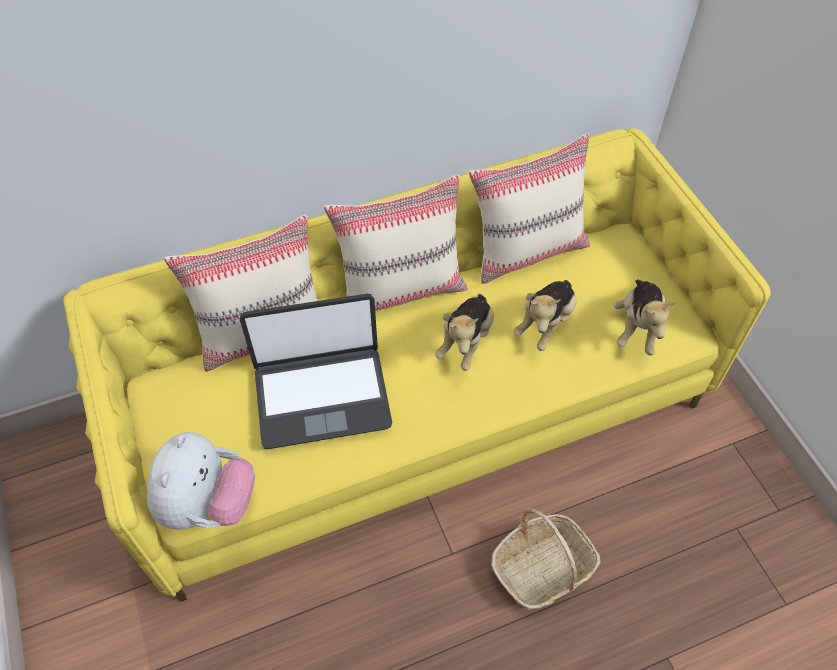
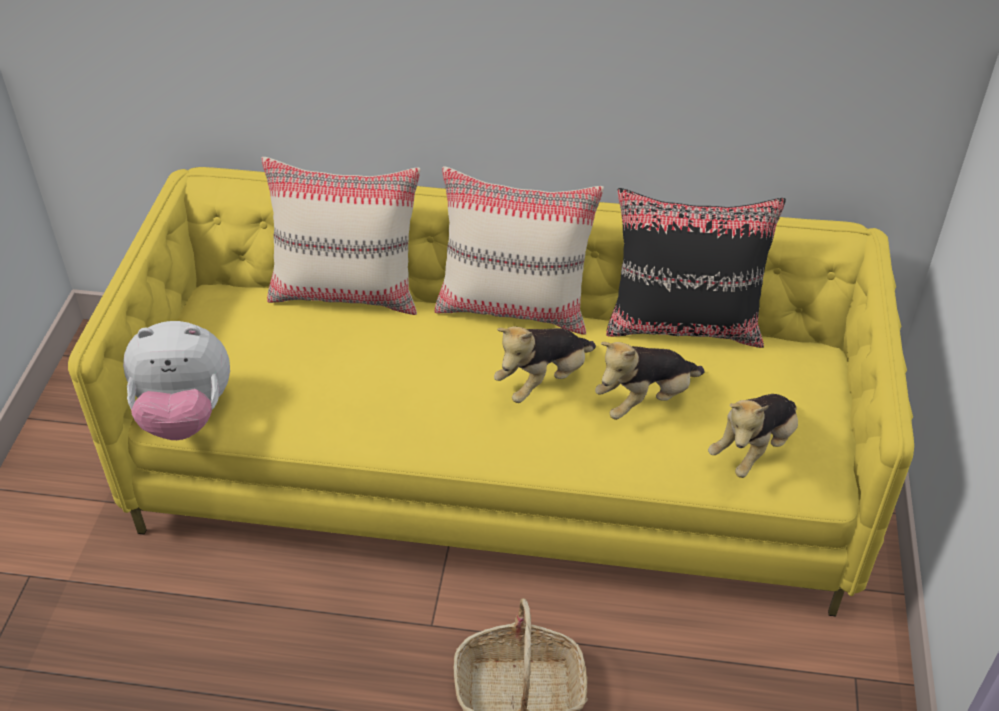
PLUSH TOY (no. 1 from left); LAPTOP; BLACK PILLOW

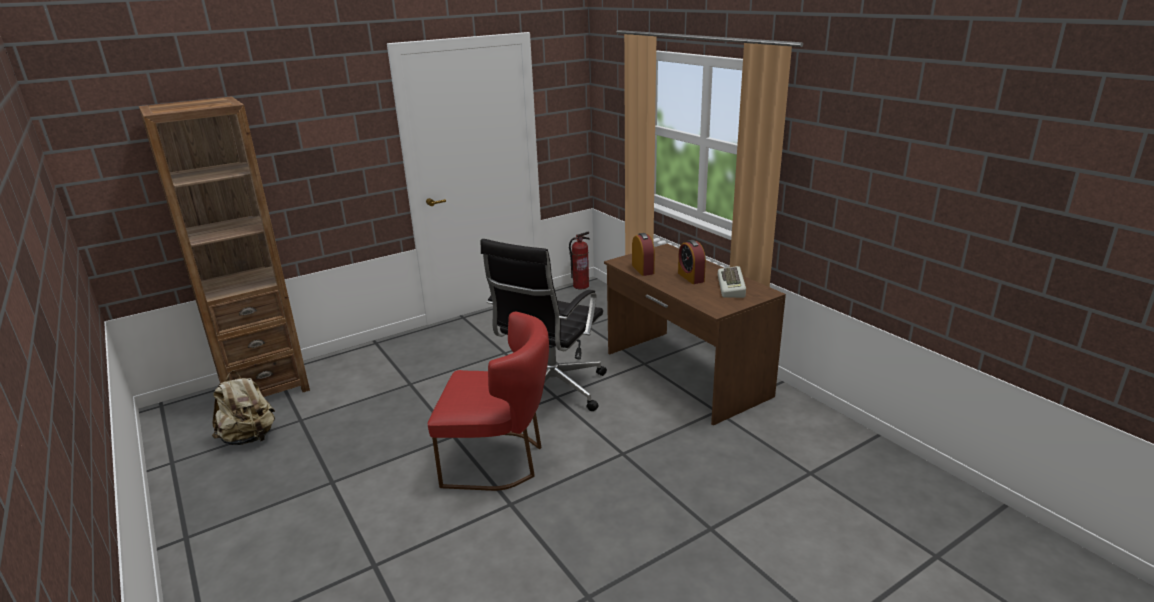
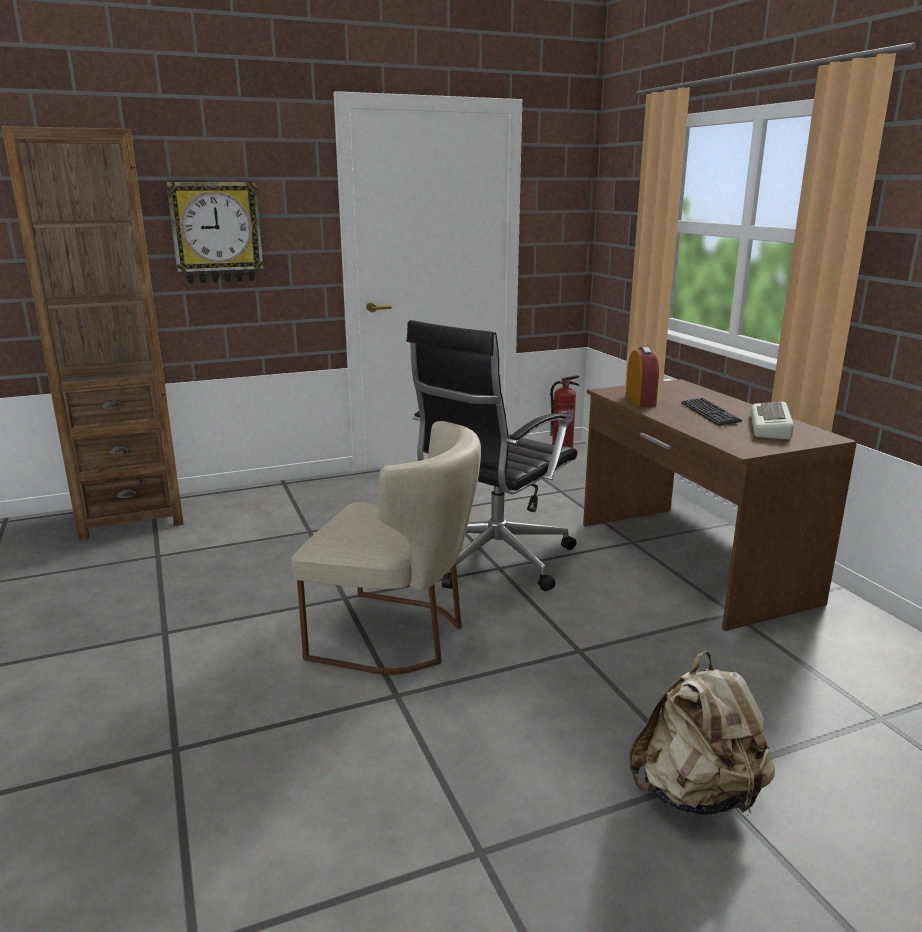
BEIGE BACKPACK; BEIGE CHAIR; KEYBOARD (no. 1 from left); WALL CLOCK

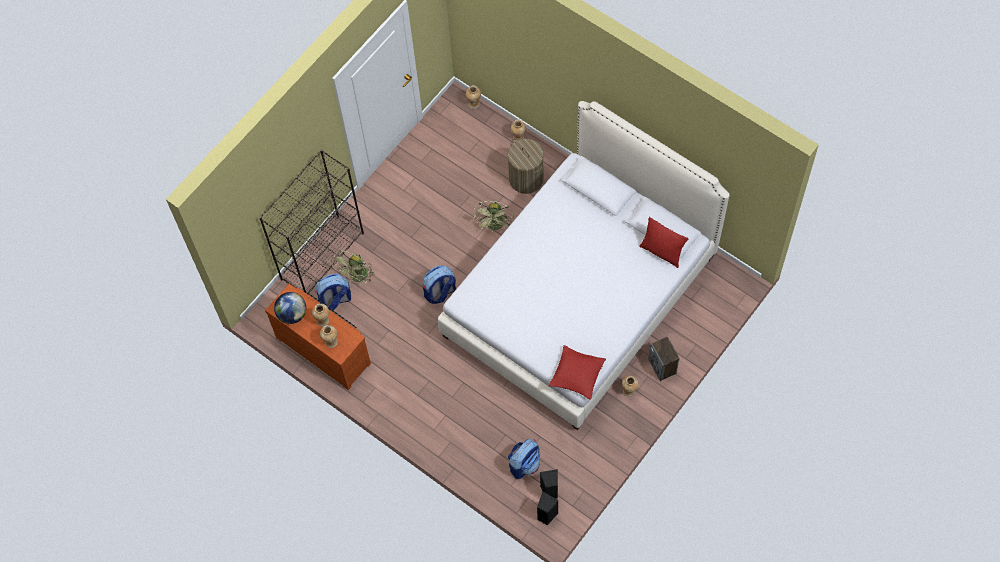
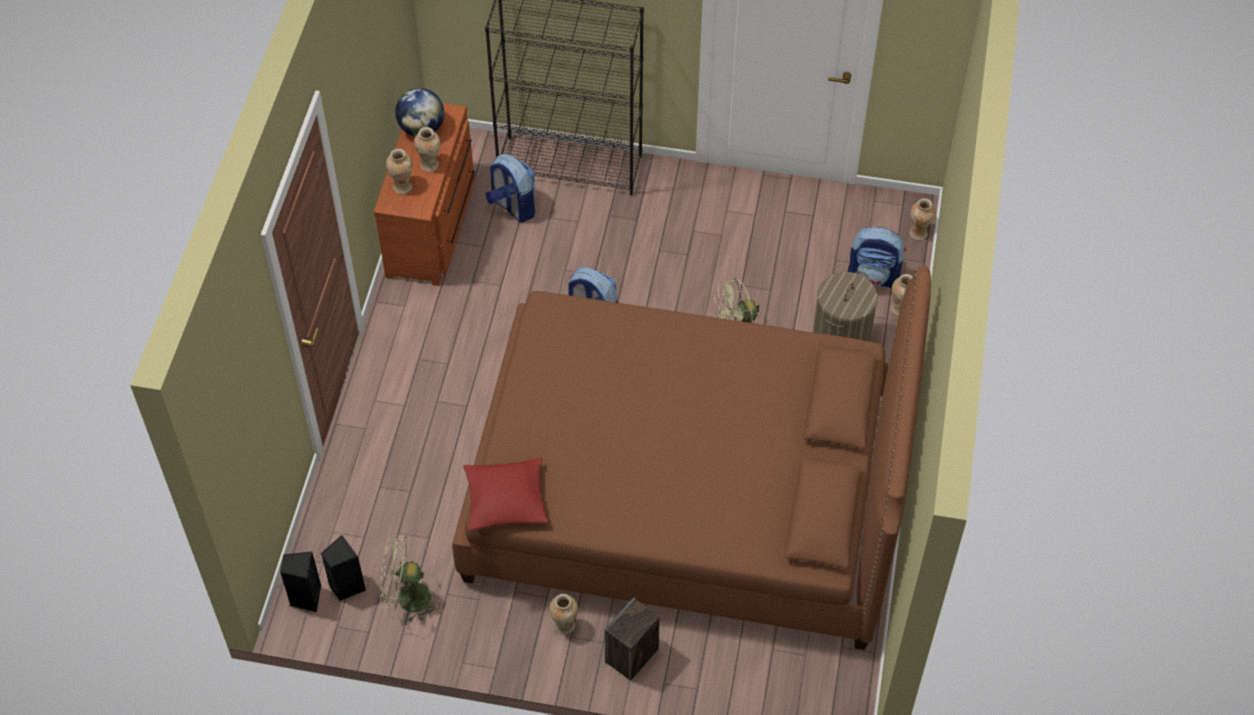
GREEN FAN (no. 1 from left); BROWN BED; BACKPACK (no. 3 from left); RED PILLOW (no. 2 from left in the first image)

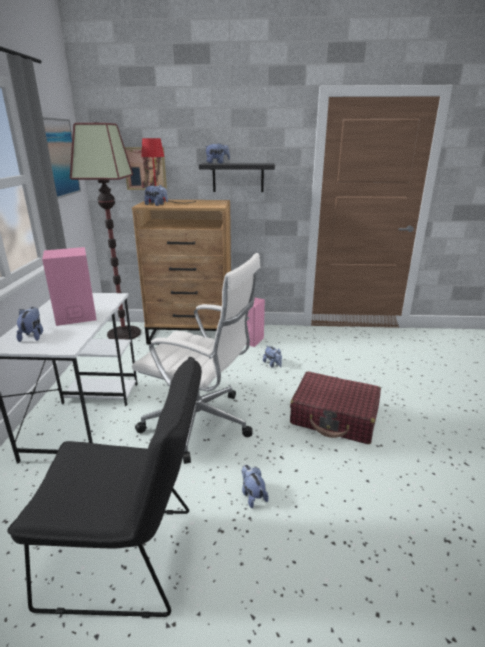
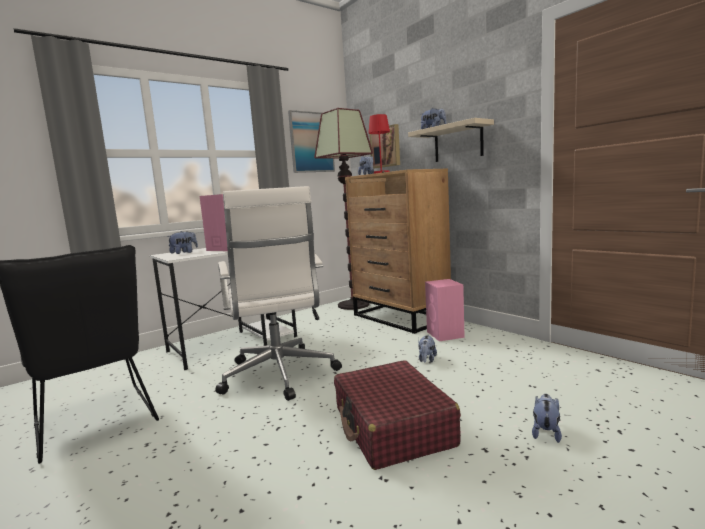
BEIGE SHELF; PLUSH TOY (no. 5 from left)

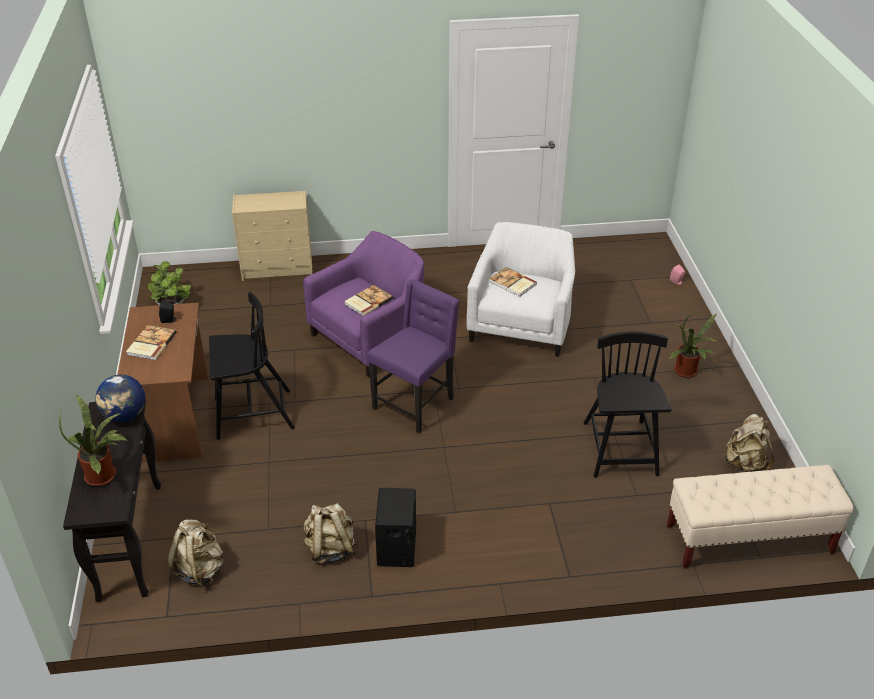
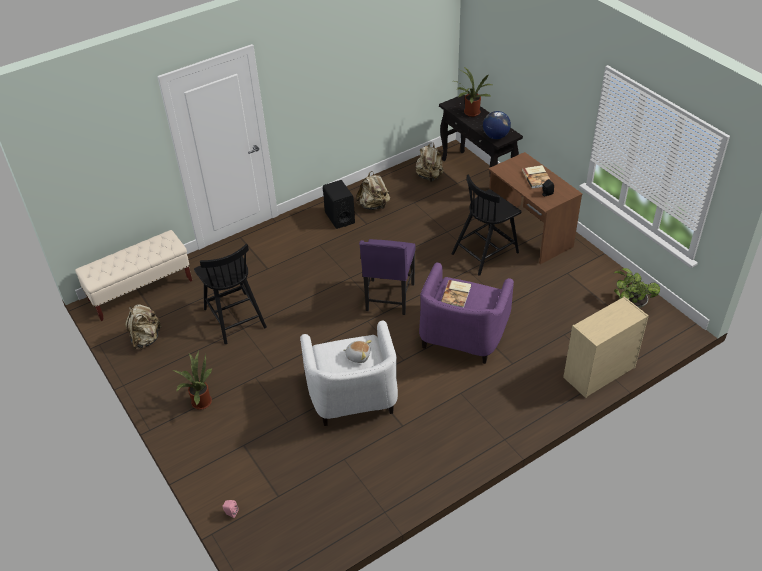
PLUSH TOY

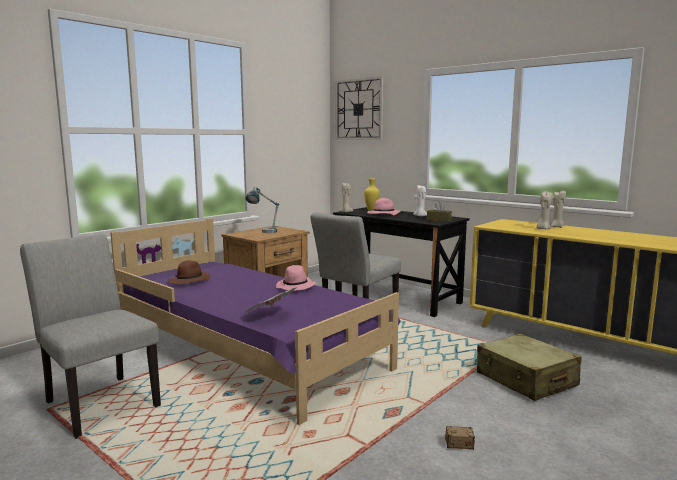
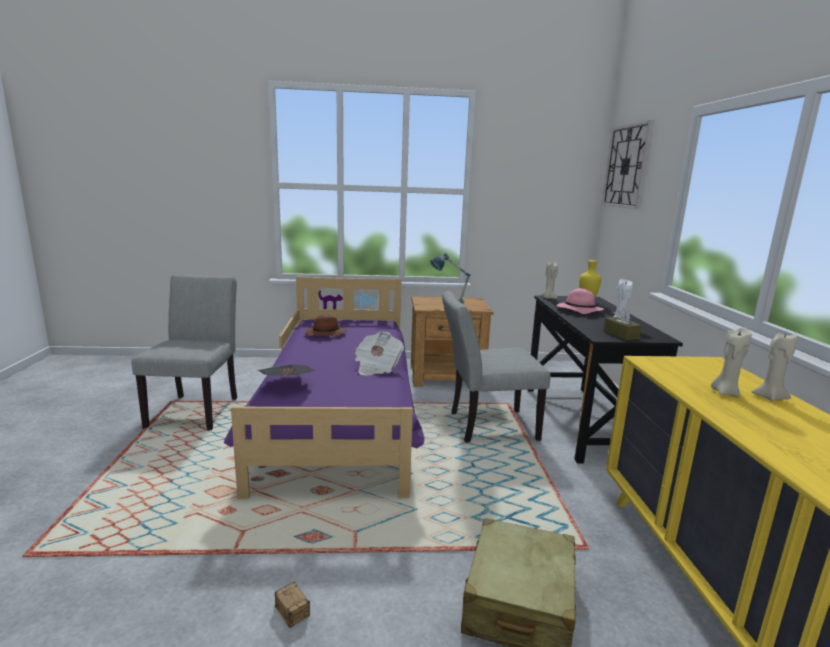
NEWSPAPER (no. 2 from left)

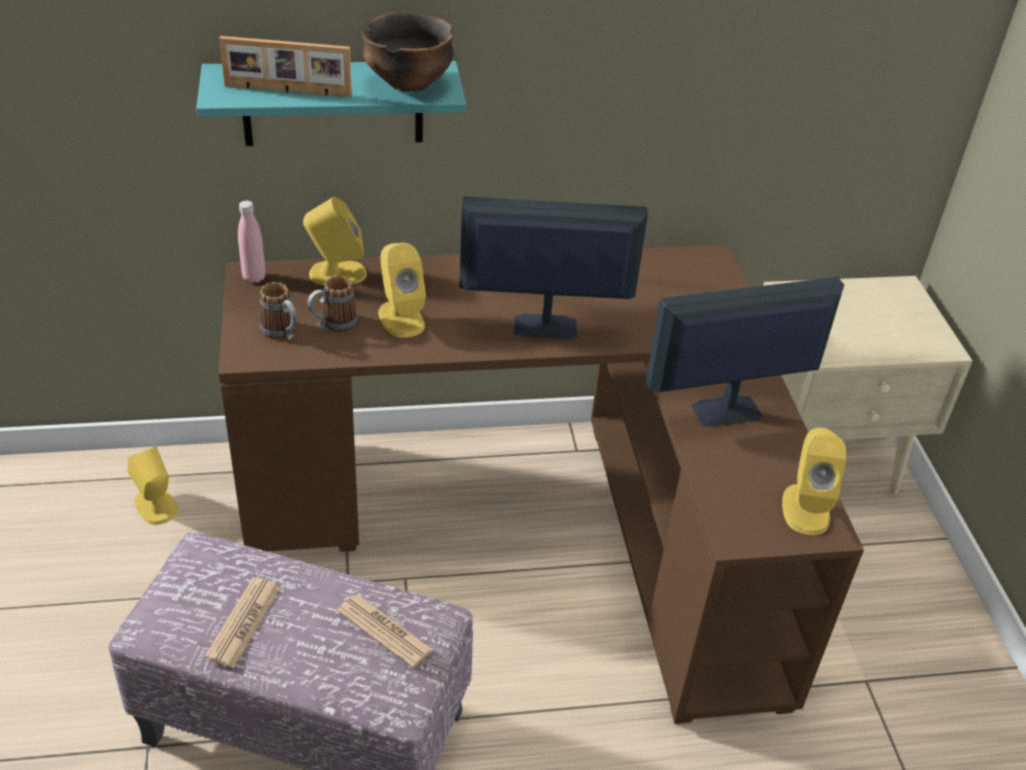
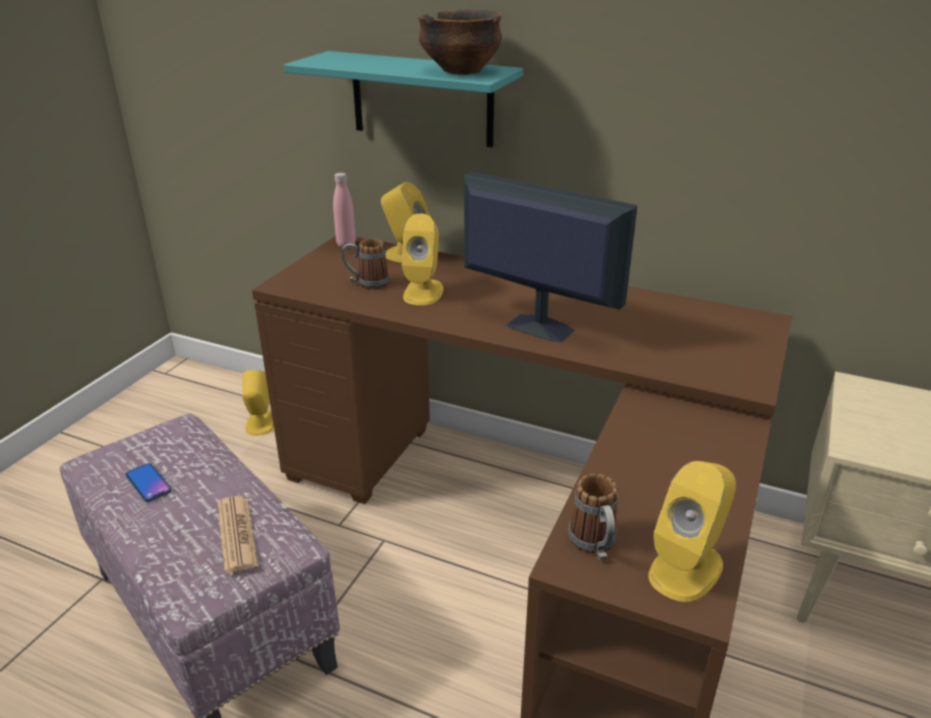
PHONE; PICTURE FRAME; MUG (no. 2 from left); MONITOR (no. 2 from left in the first image)

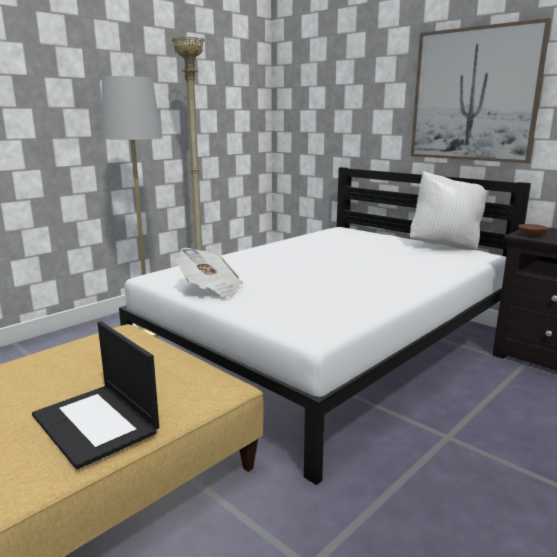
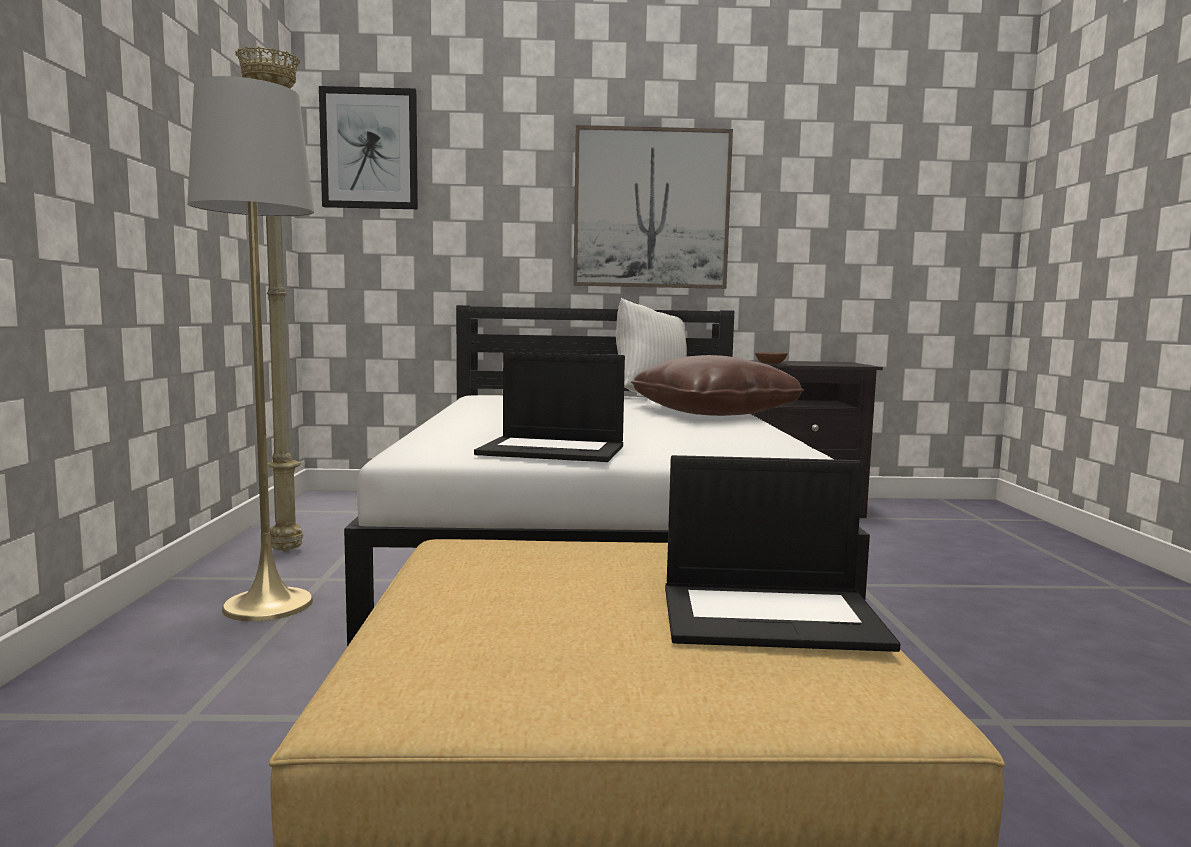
LAPTOP (no. 1 from left); PICTURE (no. 1 from left); BROWN PILLOW

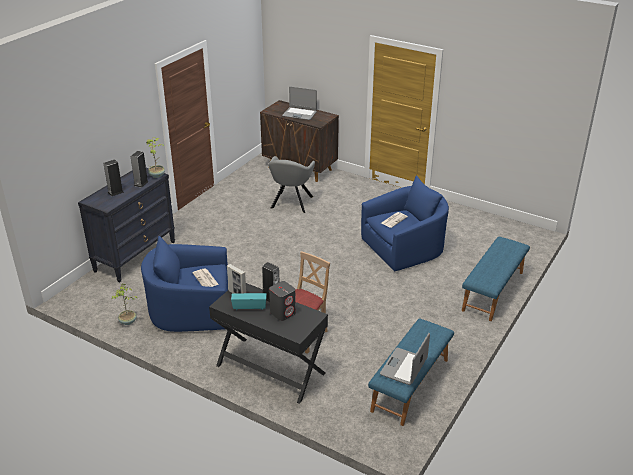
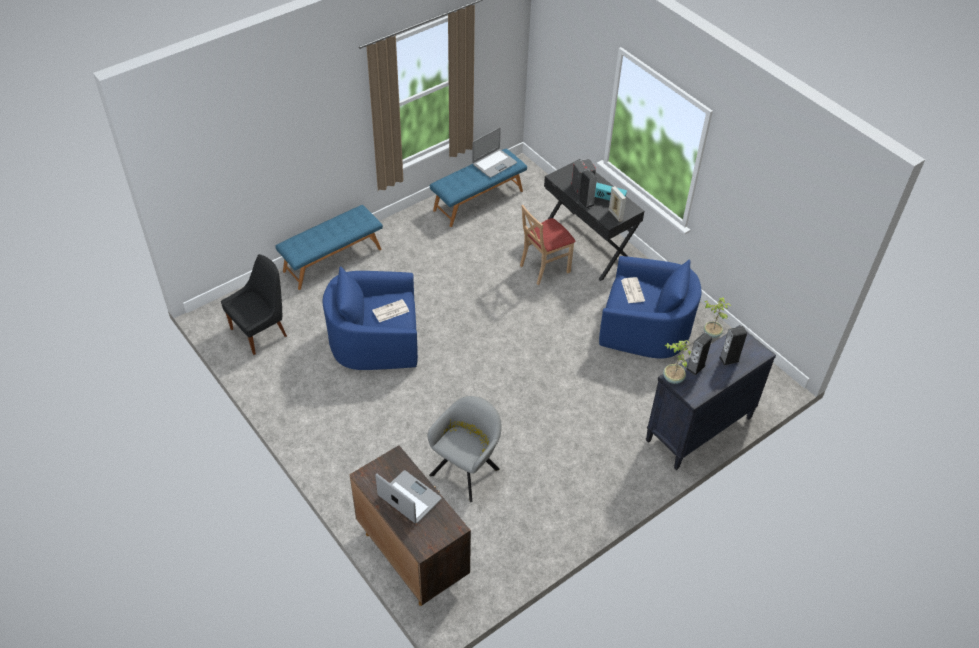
BLACK CHAIR

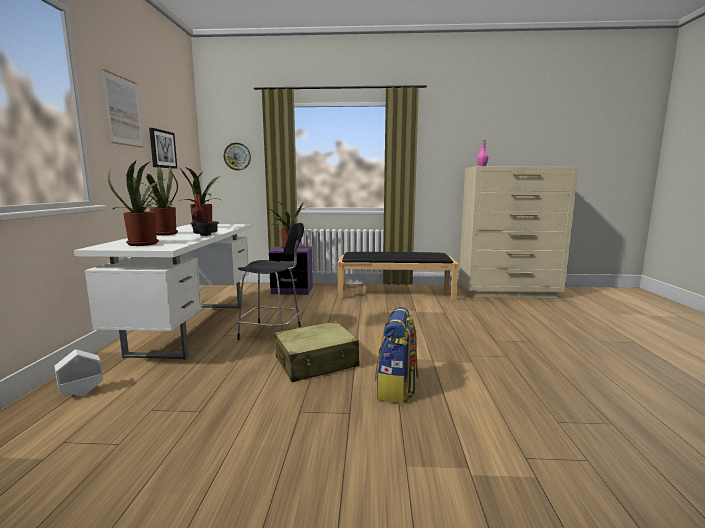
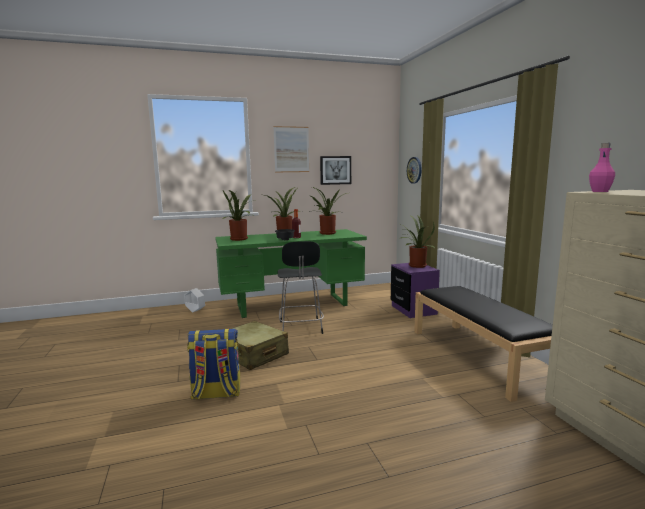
GREEN DESK

